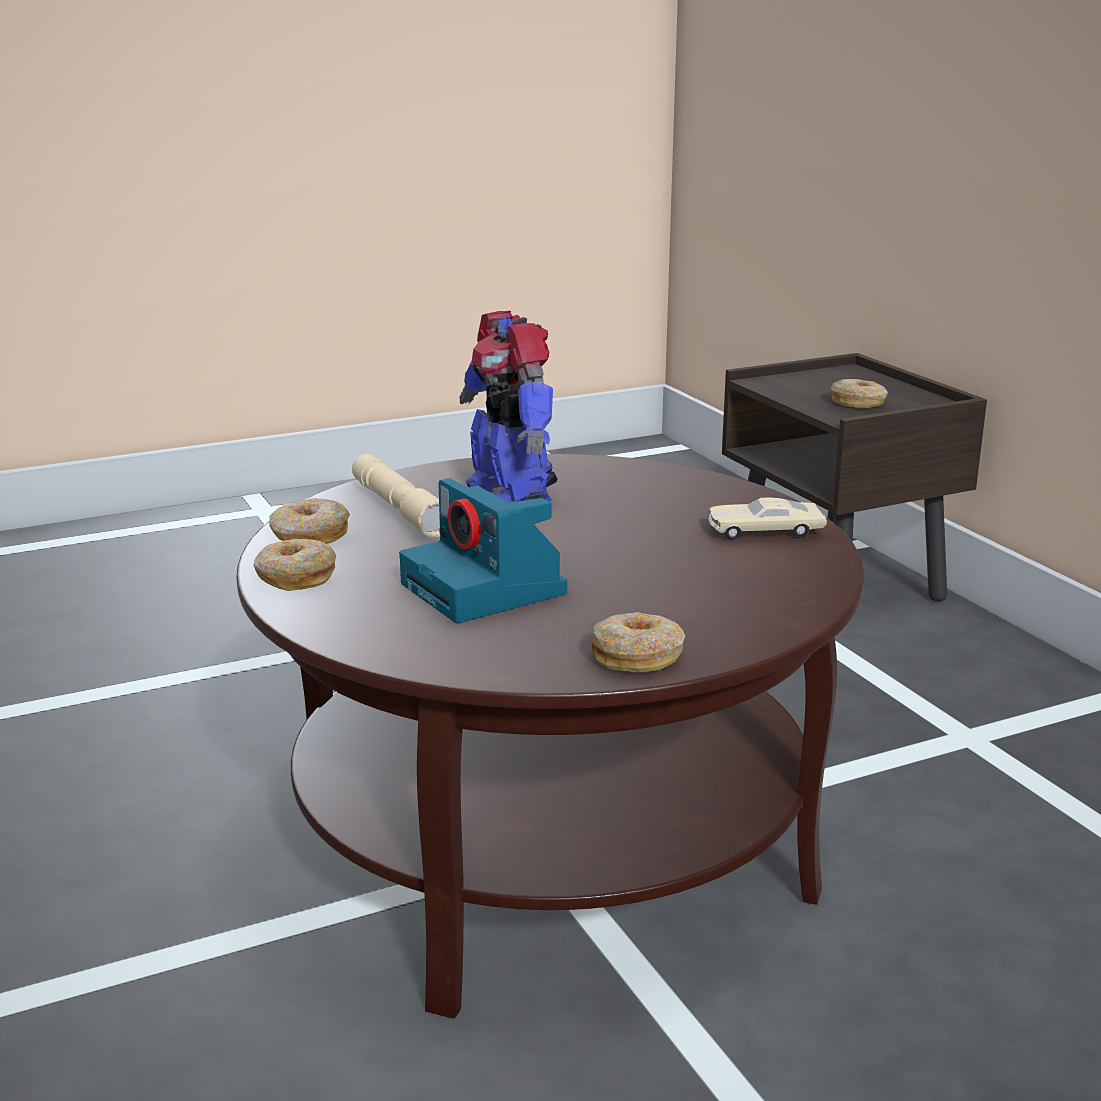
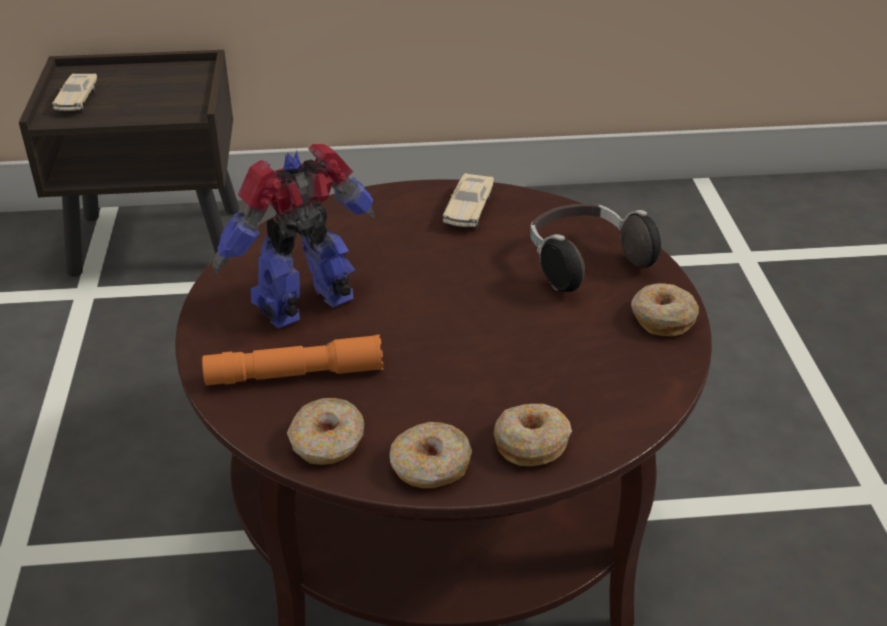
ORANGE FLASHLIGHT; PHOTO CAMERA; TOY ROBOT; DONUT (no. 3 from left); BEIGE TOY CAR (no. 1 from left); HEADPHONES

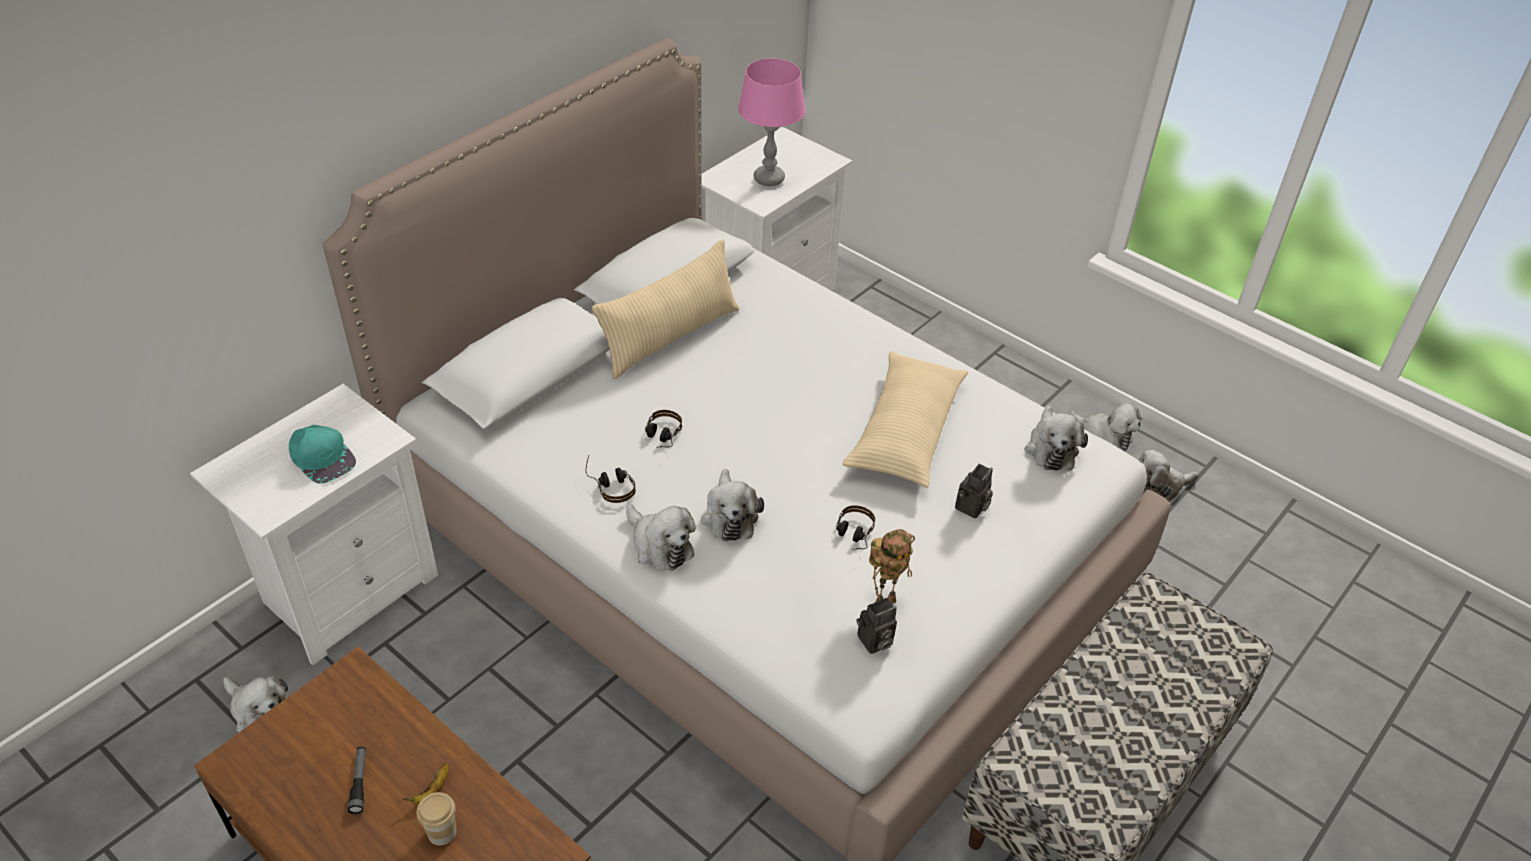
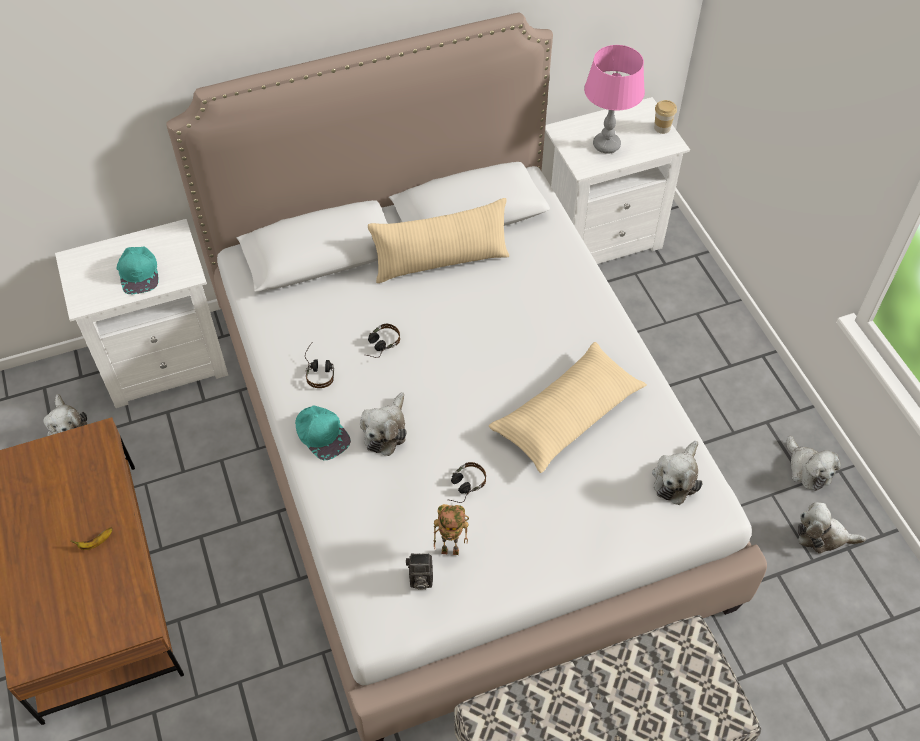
FLASHLIGHT; CUP; TURQUOISE CAP (no. 2 from left); PHOTO CAMERA (no. 2 from left in the first image)

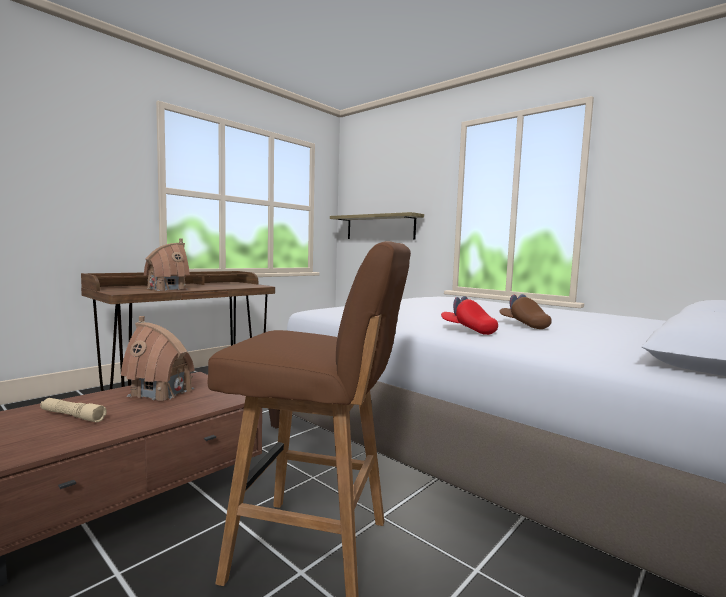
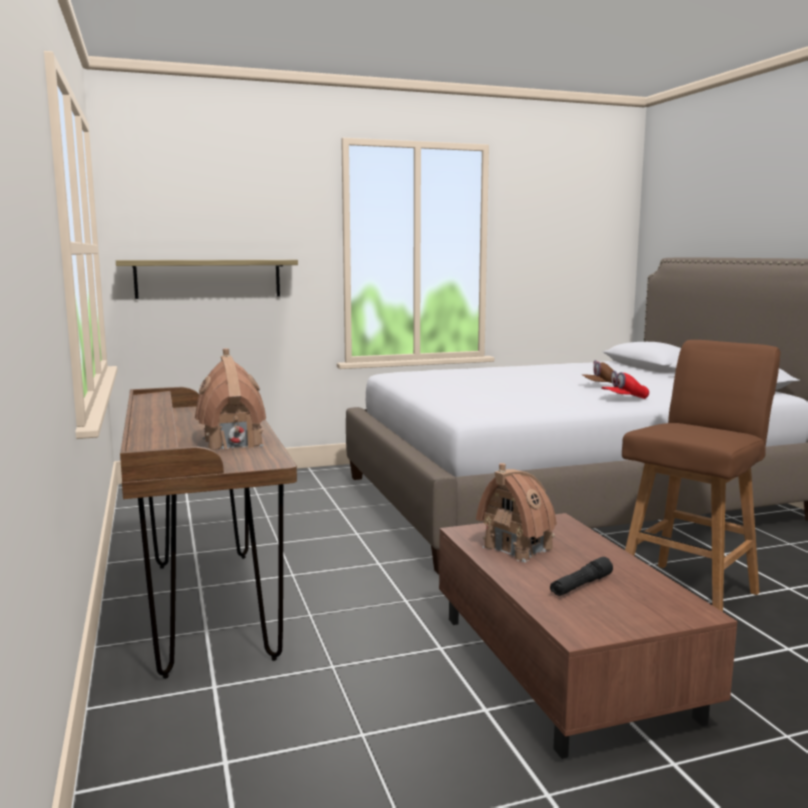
BLACK FLASHLIGHT

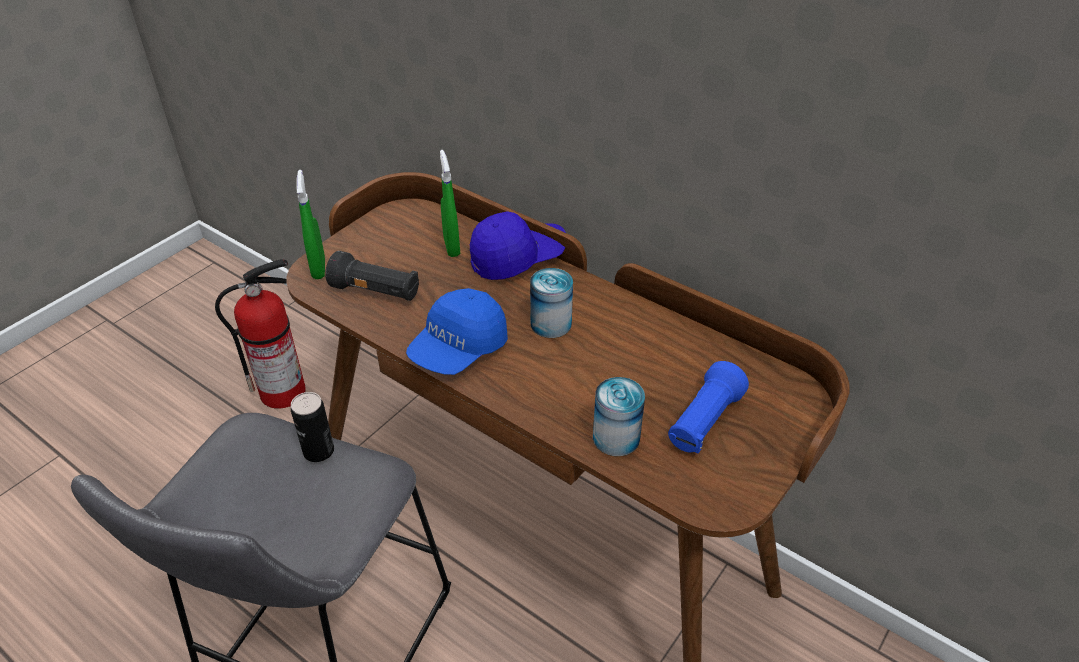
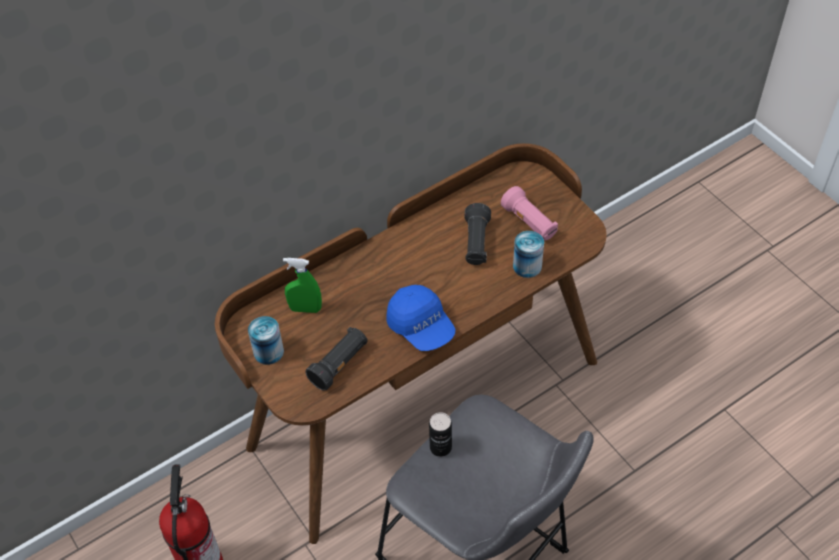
GREEN SPRAY BOTTLE (no. 1 from left in the first image); BLUE CAP (no. 2 from left in the first image); CAN (no. 1 from left); PINK FLASHLIGHT; BLACK FLASHLIGHT (no. 2 from left)

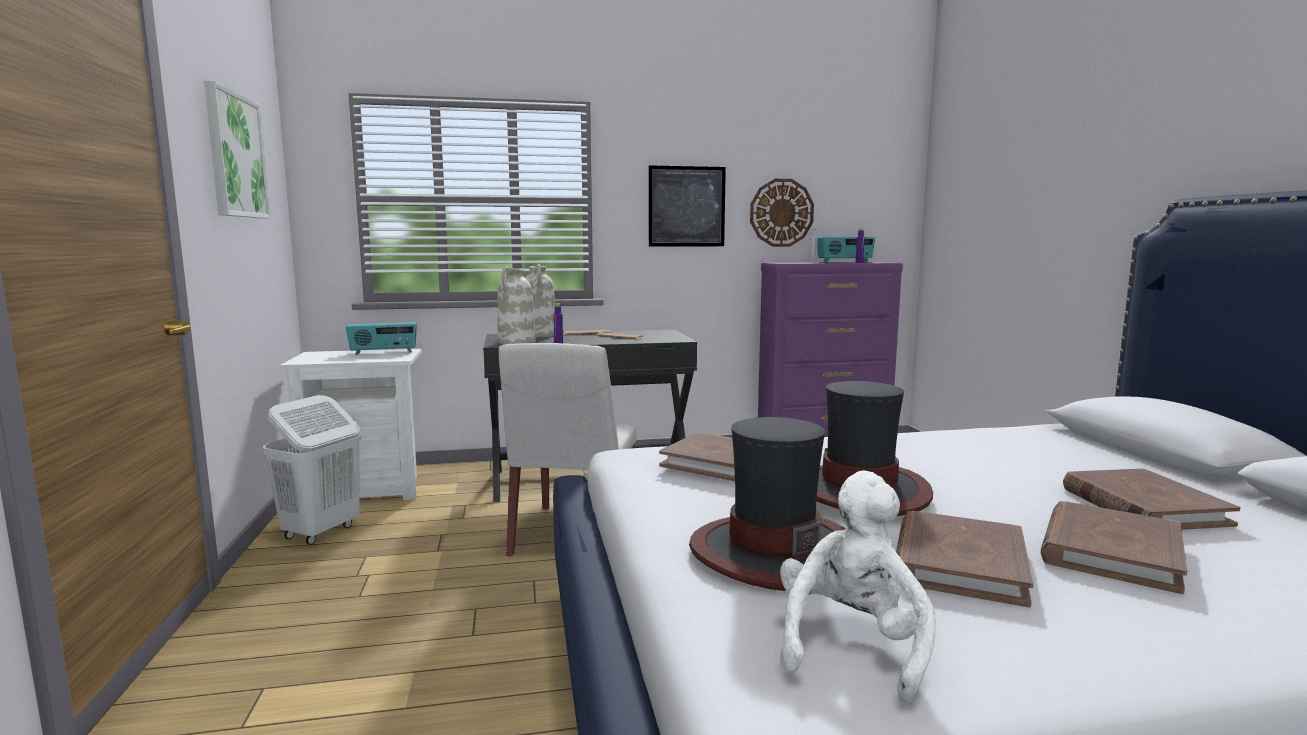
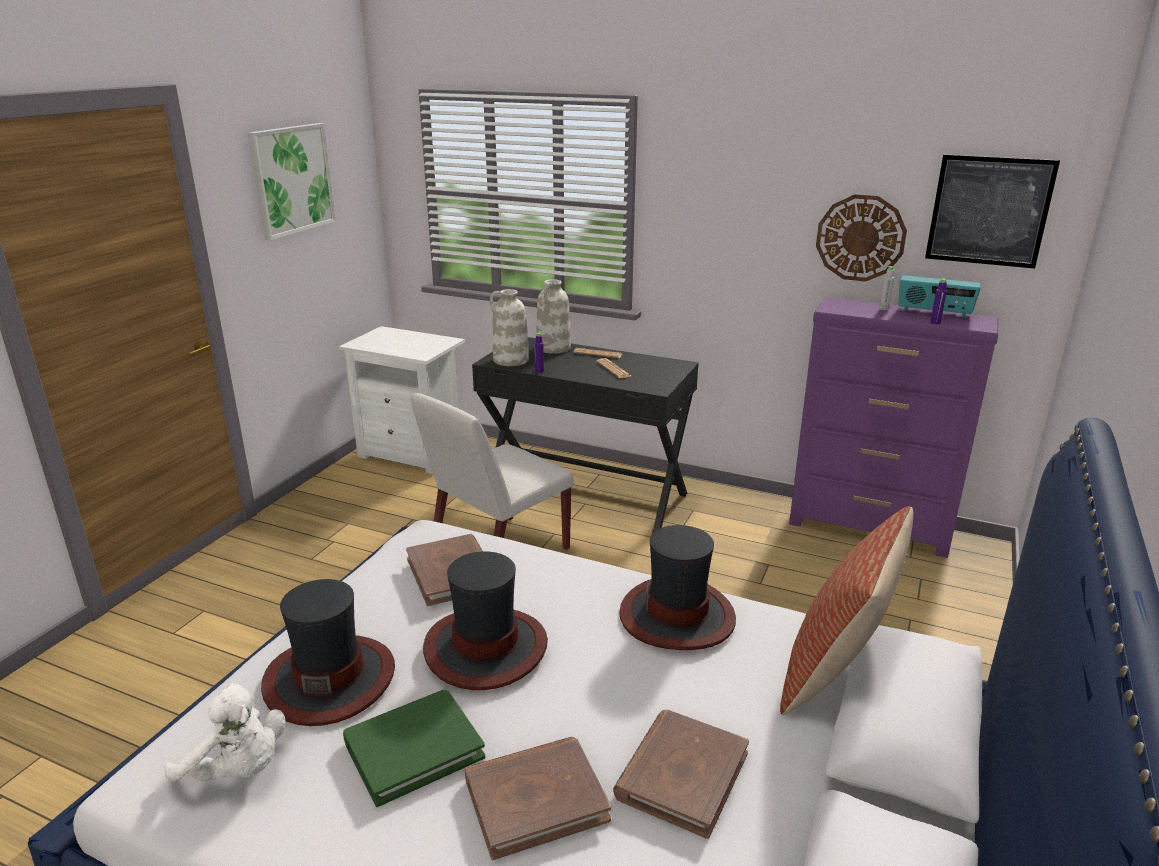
WHITE LAUNDRY BASKET; RADIO (no. 1 from left in the first image); PICTURE (no. 2 from left); WHITE PLUSH TOY; GREEN BOOK; HAT (no. 3 from left); PILLOW

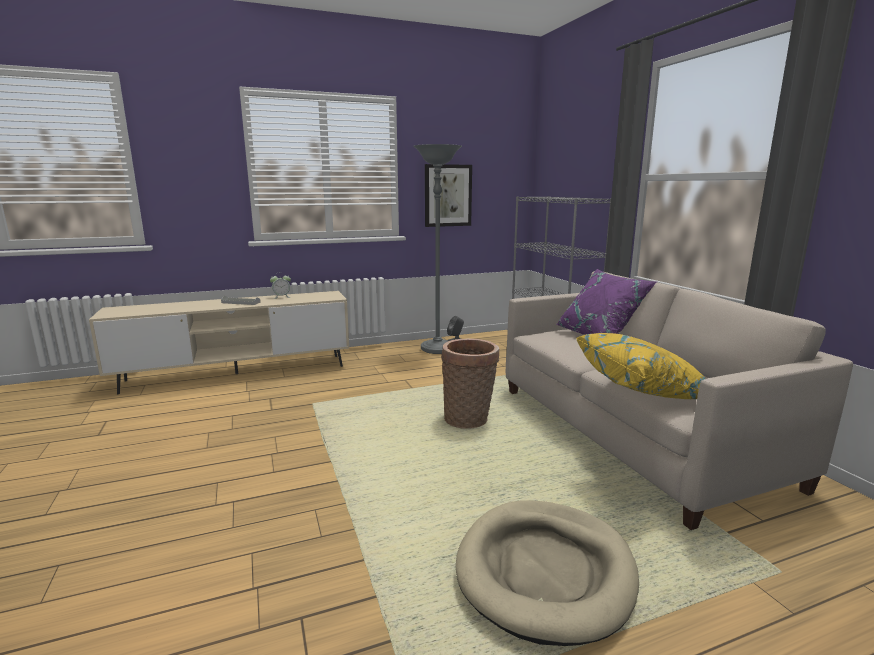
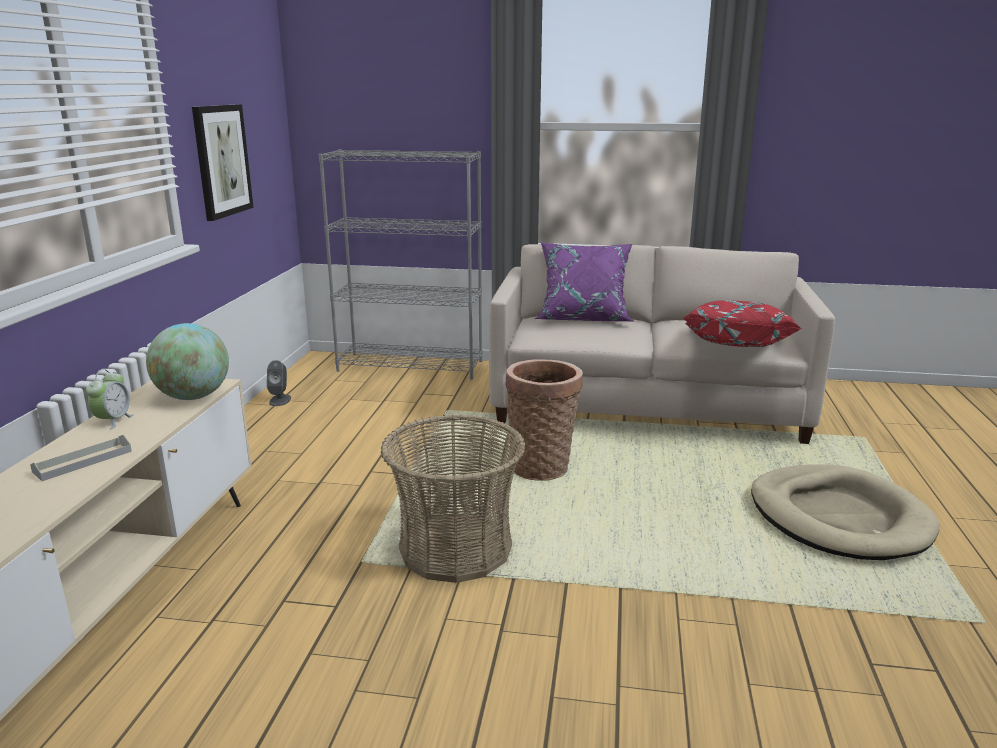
GREY FLOOR LAMP; RED PILLOW; GLOBE; BASKET (no. 1 from left)

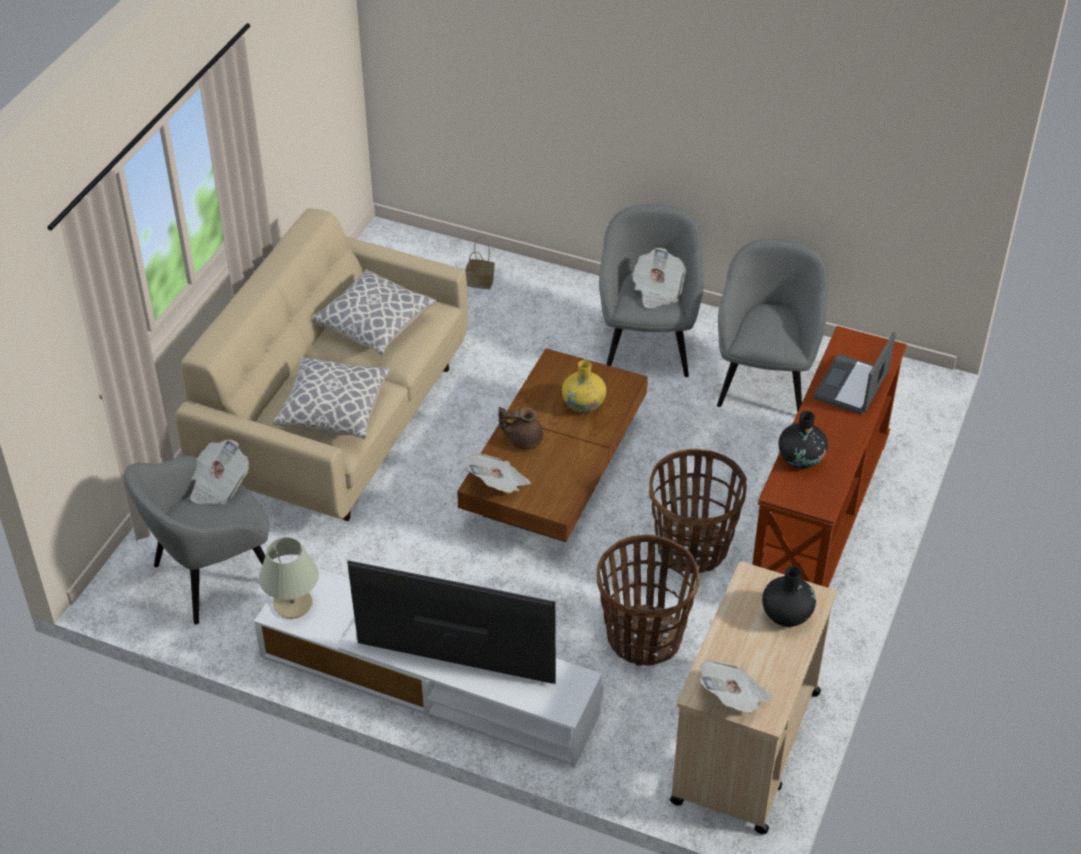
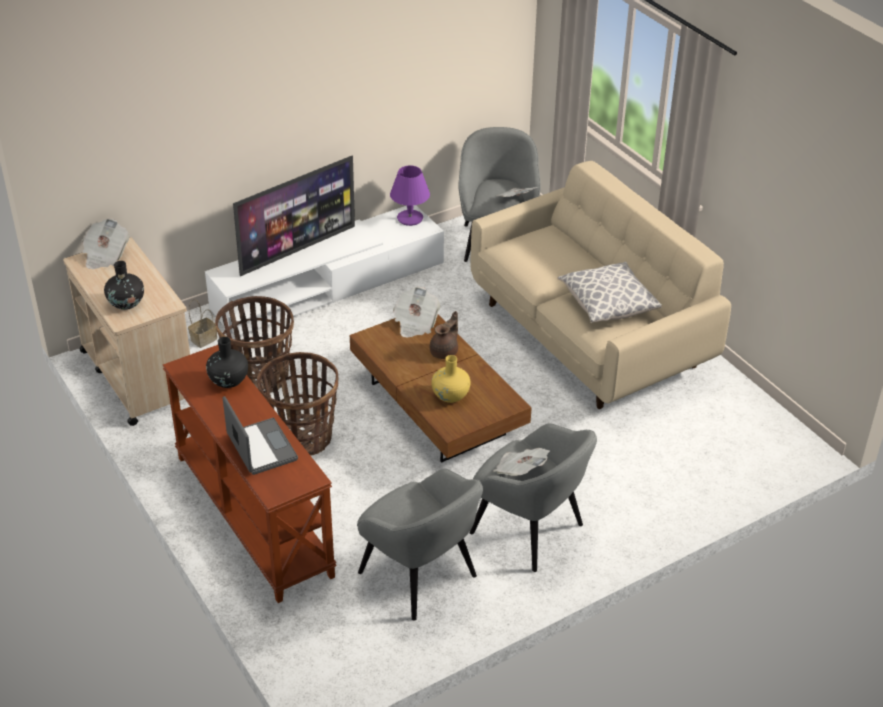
PURPLE TABLE LAMP; PILLOW (no. 1 from left in the first image); BASKET (no. 1 from left)

